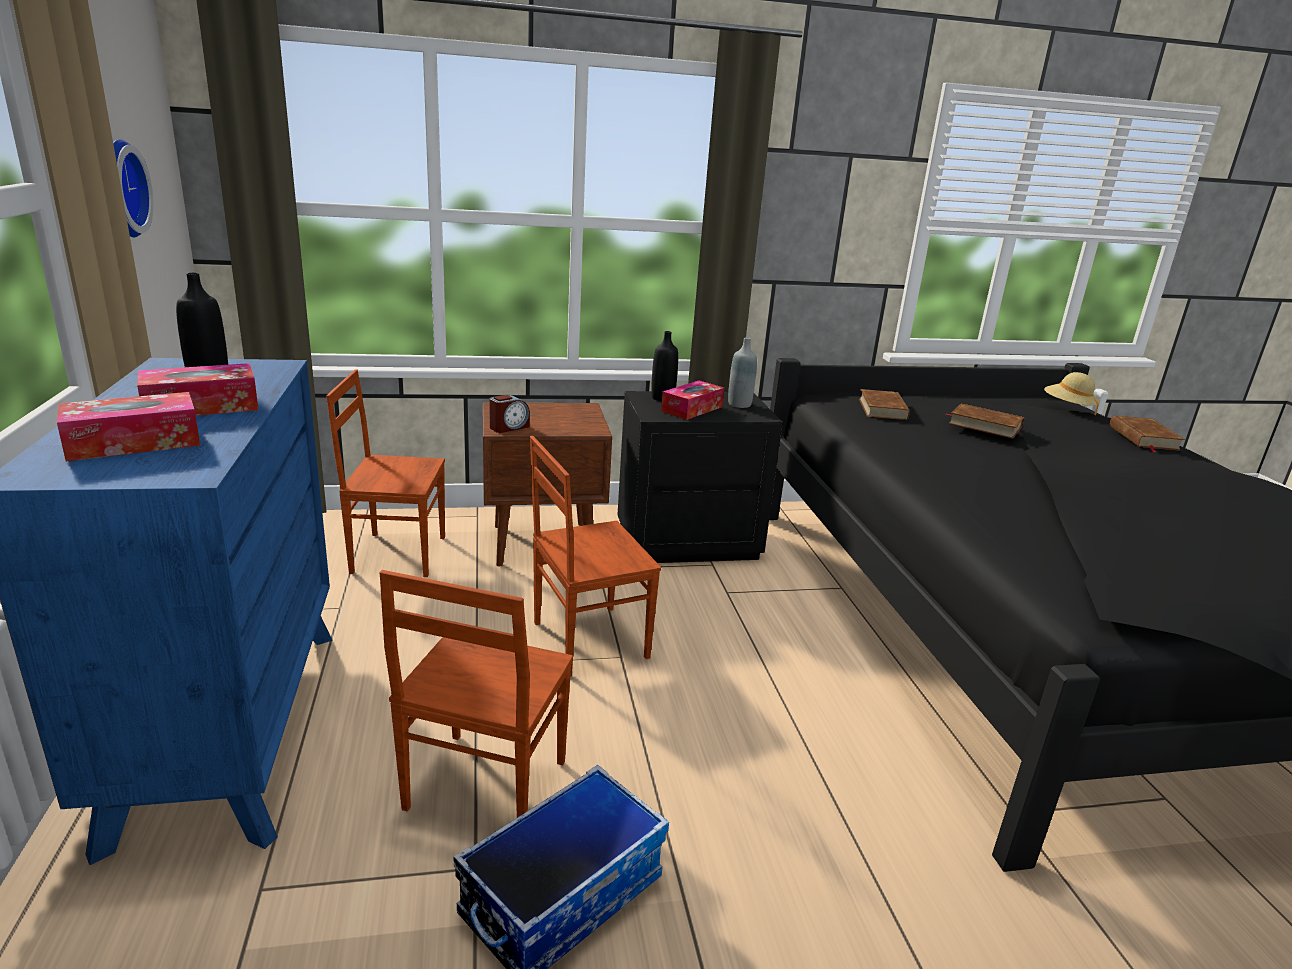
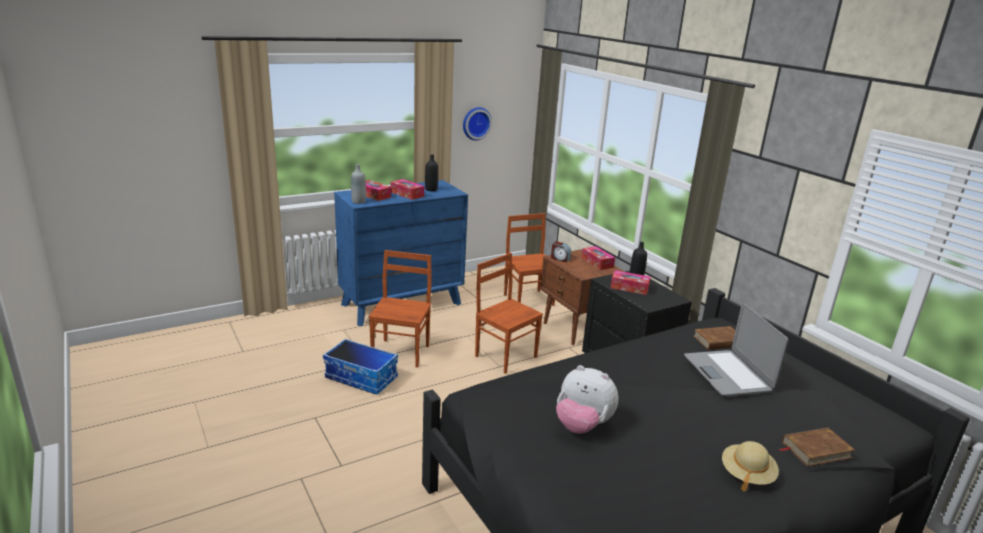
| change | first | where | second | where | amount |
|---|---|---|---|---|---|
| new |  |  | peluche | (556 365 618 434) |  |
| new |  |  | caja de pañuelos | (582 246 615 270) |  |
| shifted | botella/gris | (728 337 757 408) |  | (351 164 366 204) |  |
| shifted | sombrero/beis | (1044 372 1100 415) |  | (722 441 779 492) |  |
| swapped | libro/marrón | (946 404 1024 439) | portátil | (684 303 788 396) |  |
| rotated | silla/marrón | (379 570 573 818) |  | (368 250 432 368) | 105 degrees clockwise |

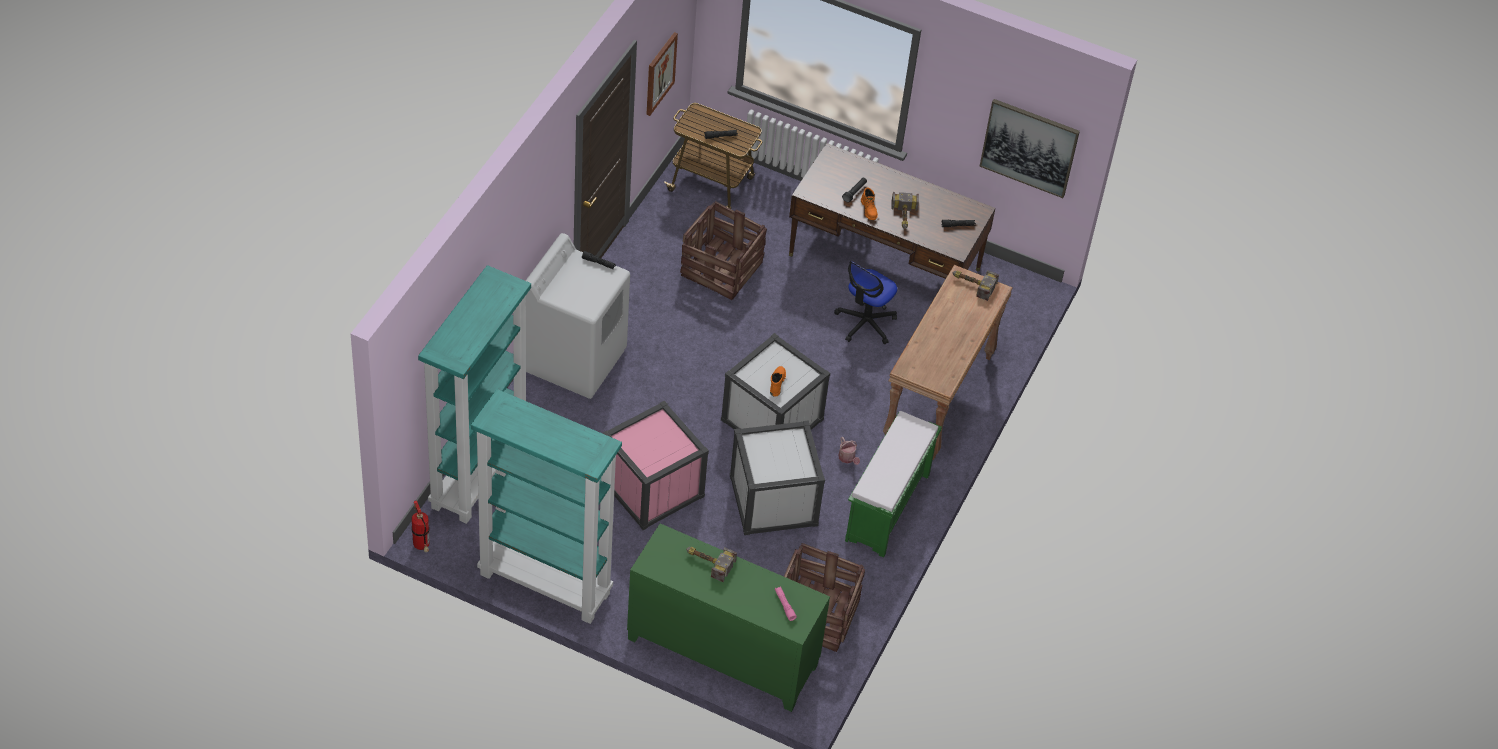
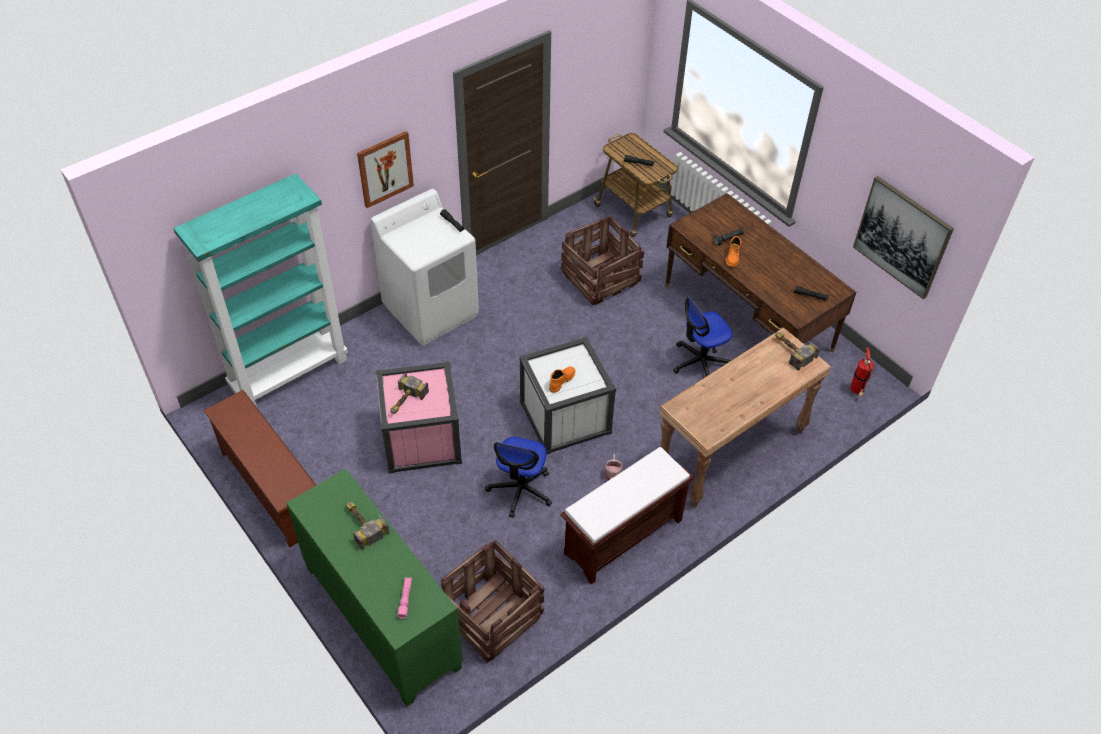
| change | first | where | second | where | amount |
|---|---|---|---|---|---|
| shifted | extintor | (411 501 430 552) |  | (850 347 874 397) |  |
| shifted | cuadro | (646 32 678 116) |  | (357 131 414 208) |  |
| shifted | martillo | (891 192 919 229) |  | (390 373 429 414) |  |
| swapped | estantería/turquesa | (471 389 622 624) | zapatero/marrón | (203 390 316 548) |  |
| swapped | caja de almacenaje/blanco | (730 420 825 535) | silla de oficina | (485 437 552 518) |  |
| repainted | banco/verde | (845 411 942 558) | banco/marrón | (560 447 694 584) |  |

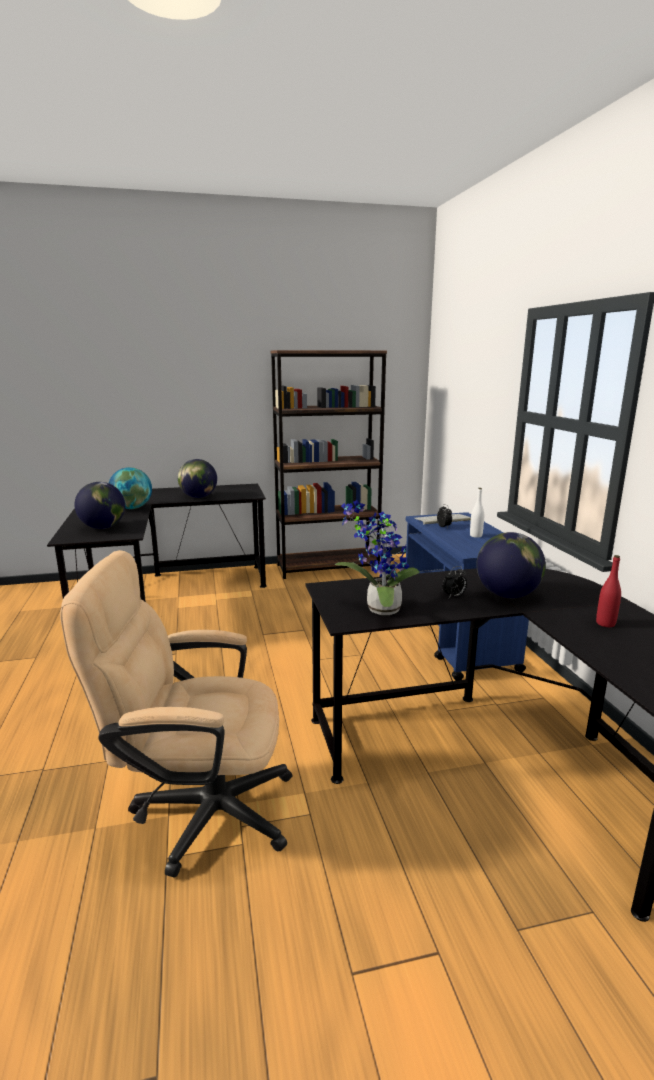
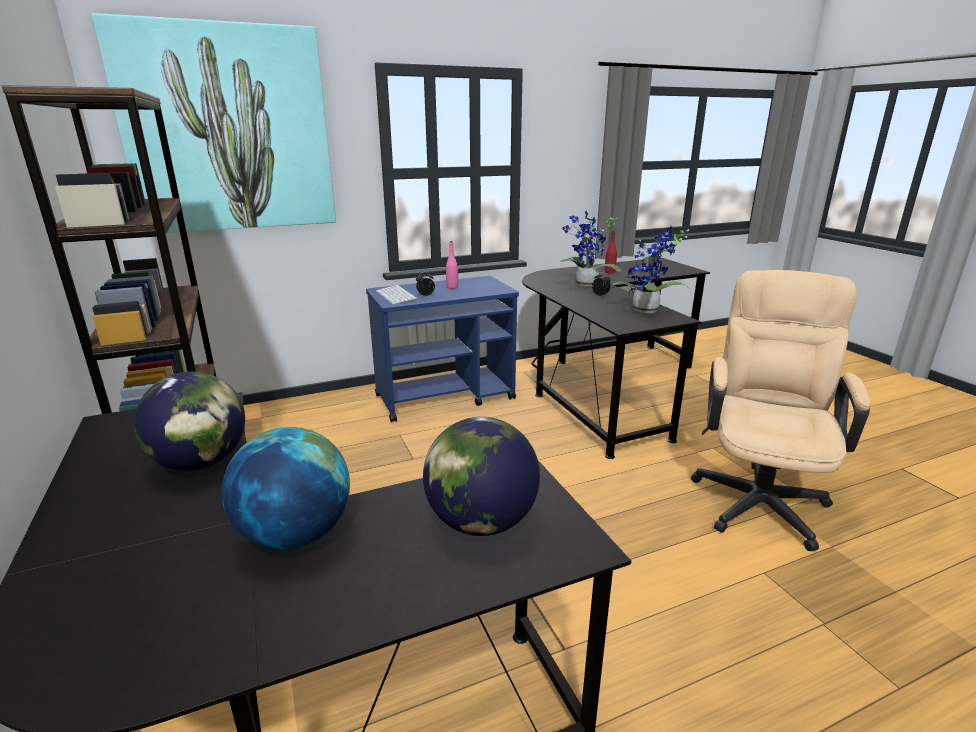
| change | first | where | second | where | amount |
|---|---|---|---|---|---|
| new |  |  | cuadro | (91 13 336 233) |  |
| swapped | globo terráqueo | (476 532 546 598) | planta en maceta | (560 211 622 287) |  |
| repainted | botella/blanco | (470 488 484 538) | botella/rosa | (446 241 458 289) |  |
| rotated | silla de oficina/beis | (60 550 292 878) |  | (691 270 870 551) | 150 degrees counterclockwise |

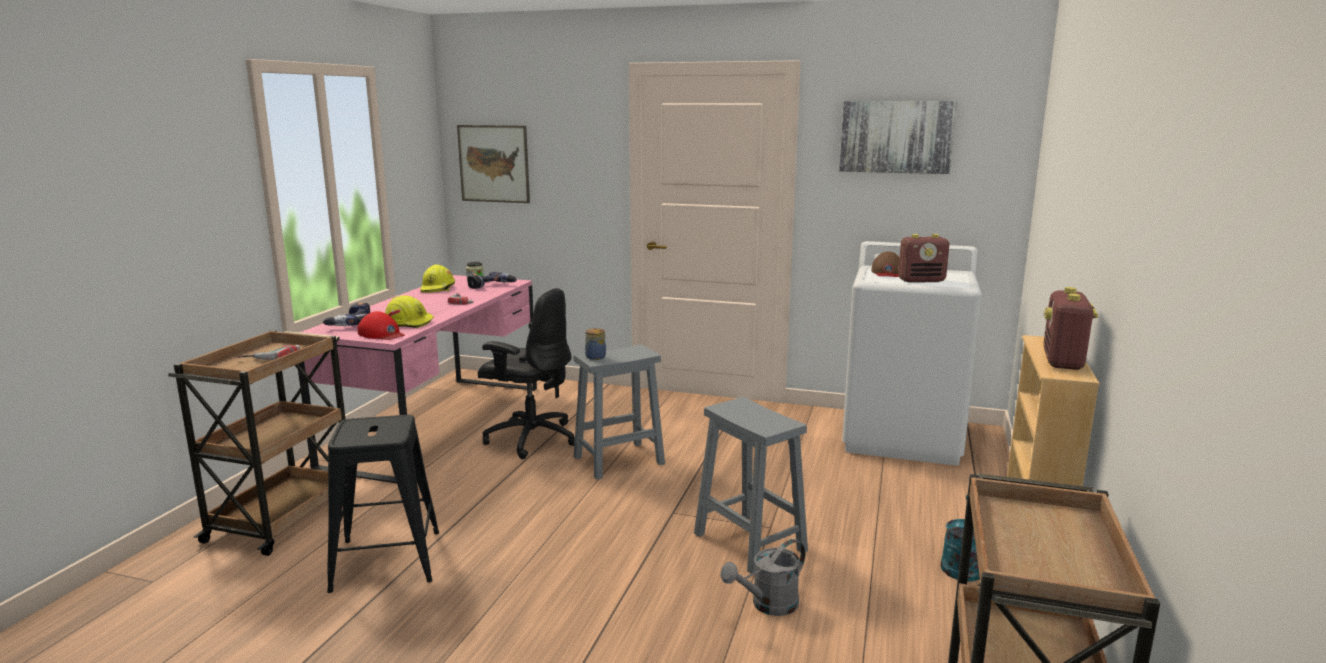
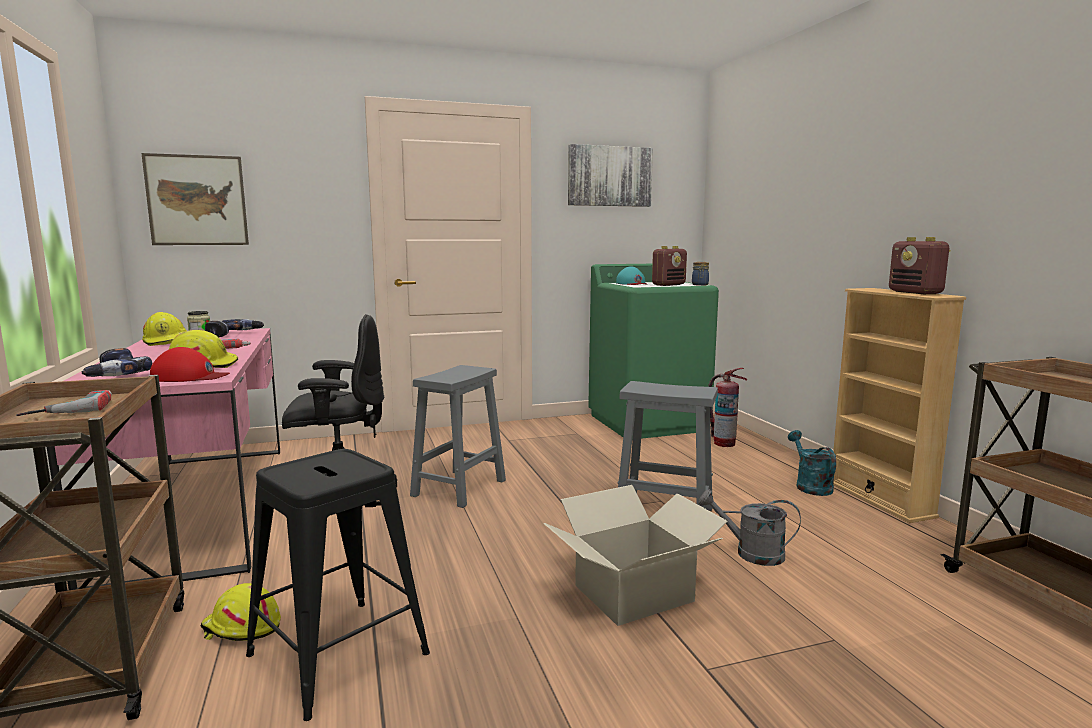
| change | first | where | second | where | amount |
|---|---|---|---|---|---|
| new |  |  | casco/amarillo | (201 583 281 641) |  |
| new |  |  | caja de cartón | (543 485 728 626) |  |
| new |  |  | extintor | (708 368 747 447) |  |
| shifted | tarro | (585 328 606 360) |  | (692 262 709 286) |  |
| repainted | lavadora/blanco | (842 241 982 466) | lavadora/verde | (588 264 719 439) |  |
| repainted | gorra/marrón | (871 251 900 277) | gorra/turquesa | (616 266 648 285) |  |
| rotated | regadera/gris | (721 539 805 616) |  | (698 489 801 566) | 90 degrees clockwise |

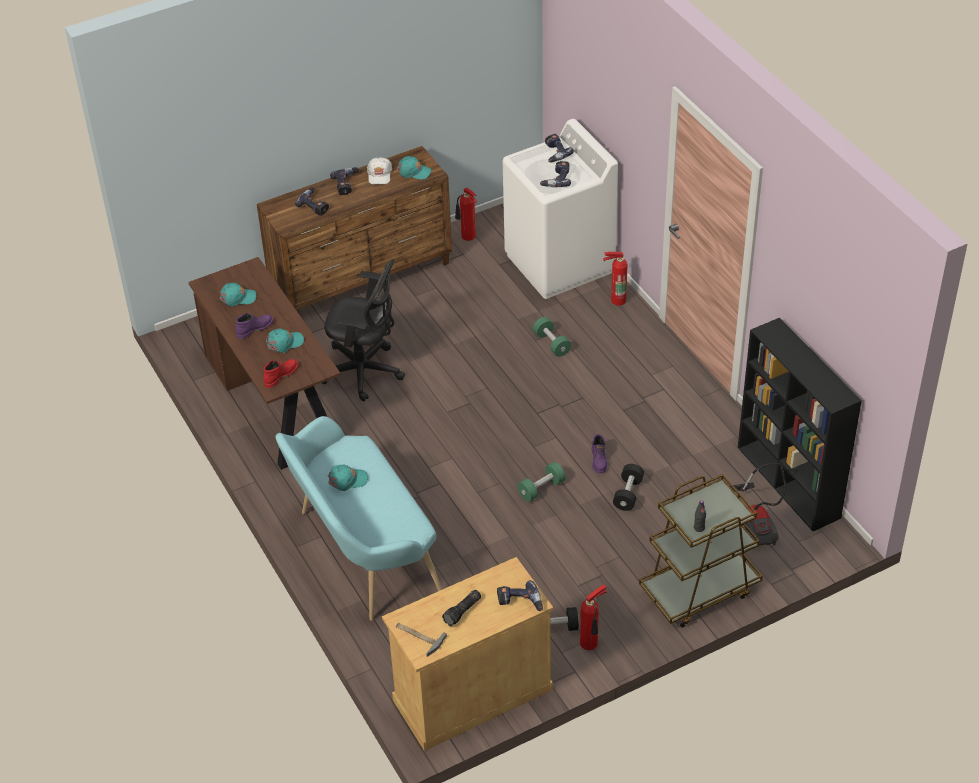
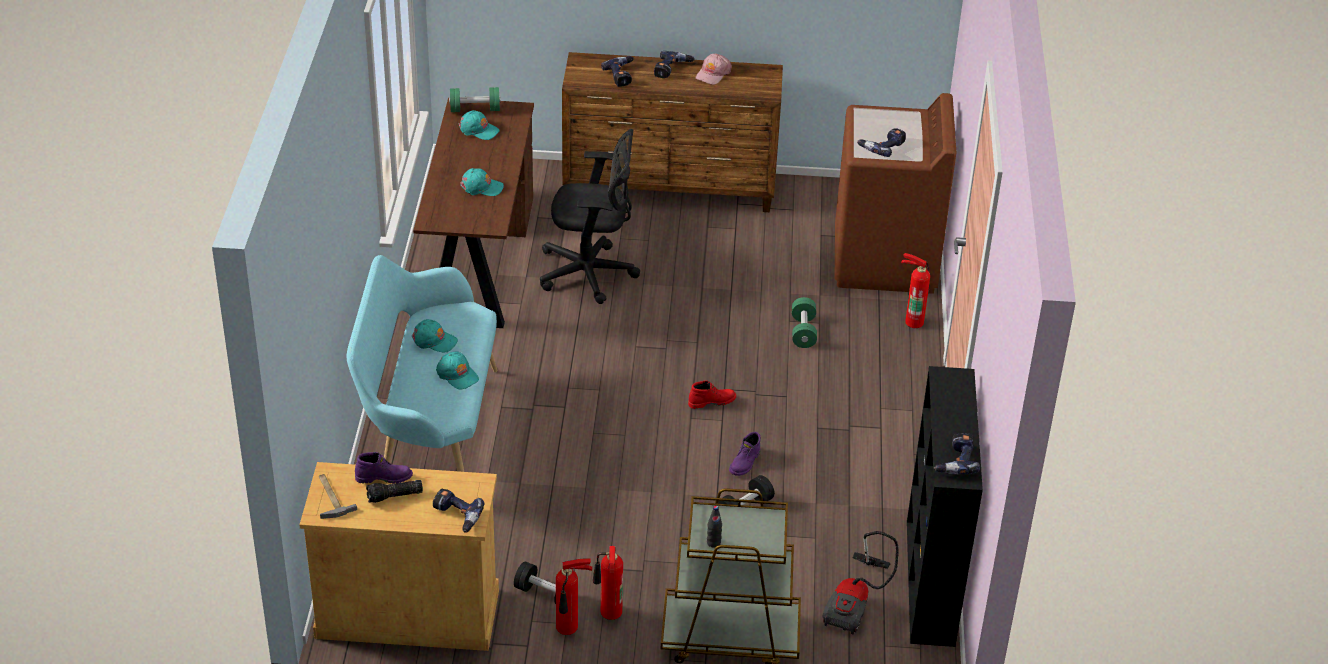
| change | first | where | second | where | amount |
|---|---|---|---|---|---|
| shifted | bota/morado | (235 313 273 339) |  | (355 452 413 484) |  |
| shifted | bota/rojo | (263 359 298 388) |  | (688 380 736 409) |  |
| shifted | gorra/turquesa | (397 156 431 179) |  | (436 352 479 390) |  |
| shifted | extintor | (455 188 477 241) |  | (593 546 623 620) |  |
| shifted | mancuerna/verde | (518 462 566 502) |  | (449 87 501 112) |  |
| shifted | taladro | (545 134 574 163) |  | (934 433 980 474) |  |
| repainted | gorra/blanco | (367 157 392 184) | gorra/rosa | (696 53 732 85) |  |
| repainted | lavadora/blanco | (503 119 618 299) | lavadora/marrón | (835 93 957 294) |  |
| rotated | silla de oficina/negro | (322 259 405 402) |  | (540 129 640 304) | 45 degrees counterclockwise |

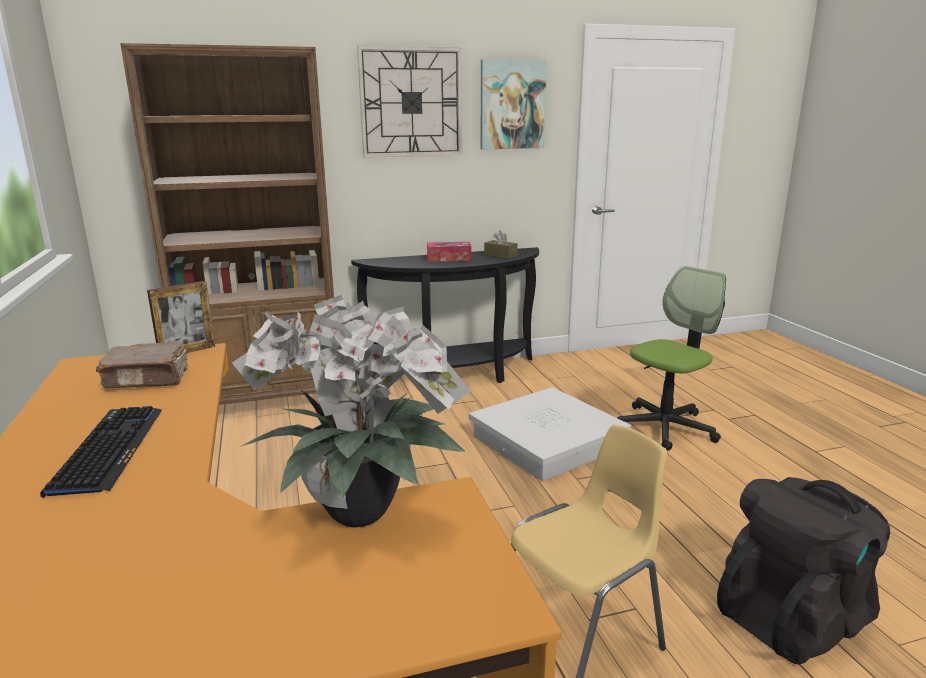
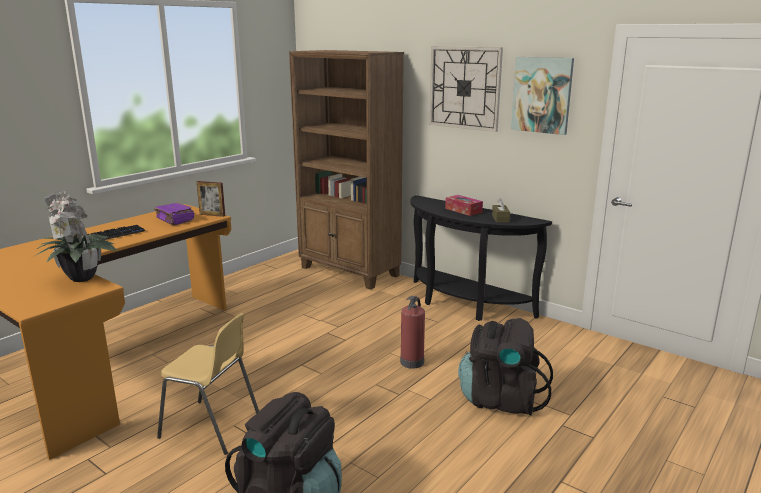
| change | first | where | second | where | amount |
|---|---|---|---|---|---|
| swapped | caja de almacenaje/blanco | (469 387 631 481) | extintor | (400 296 425 369) |  |
| swapped | silla de oficina | (617 266 726 451) | mochila/negro | (458 318 553 416) |  |
| repainted | libro/marrón | (96 341 189 388) | libro/morado | (154 203 195 225) |  |

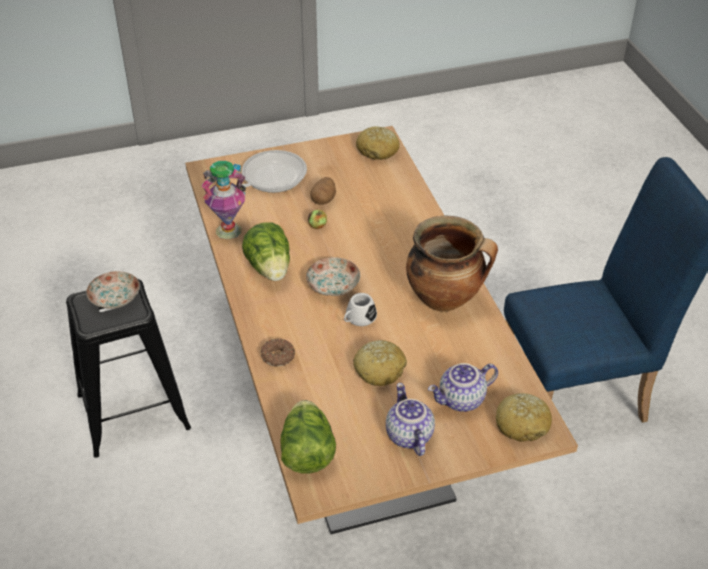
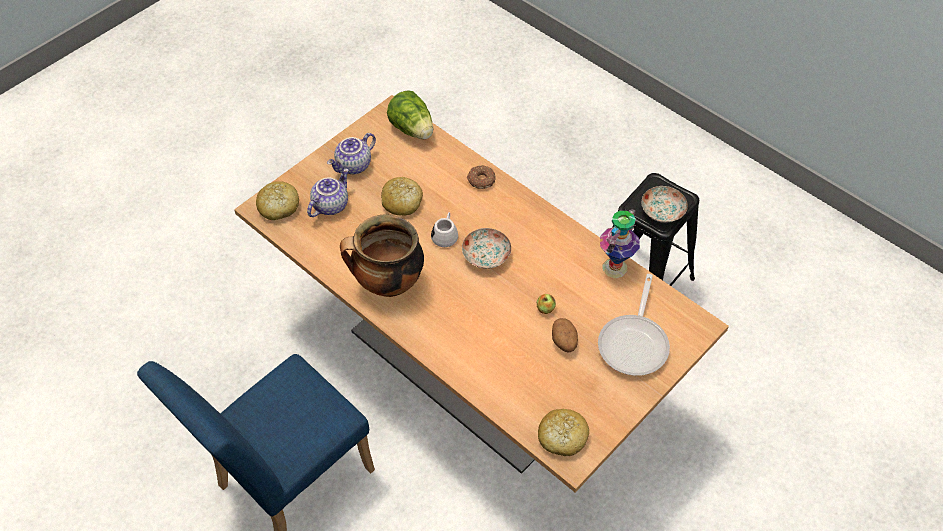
| change | first | where | second | where | amount |
|---|---|---|---|---|---|
| gone | lechuga | (242 222 290 281) |  |  |  |
| rotated | tetera | (386 383 435 456) |  | (327 133 376 174) | 90 degrees clockwise |

